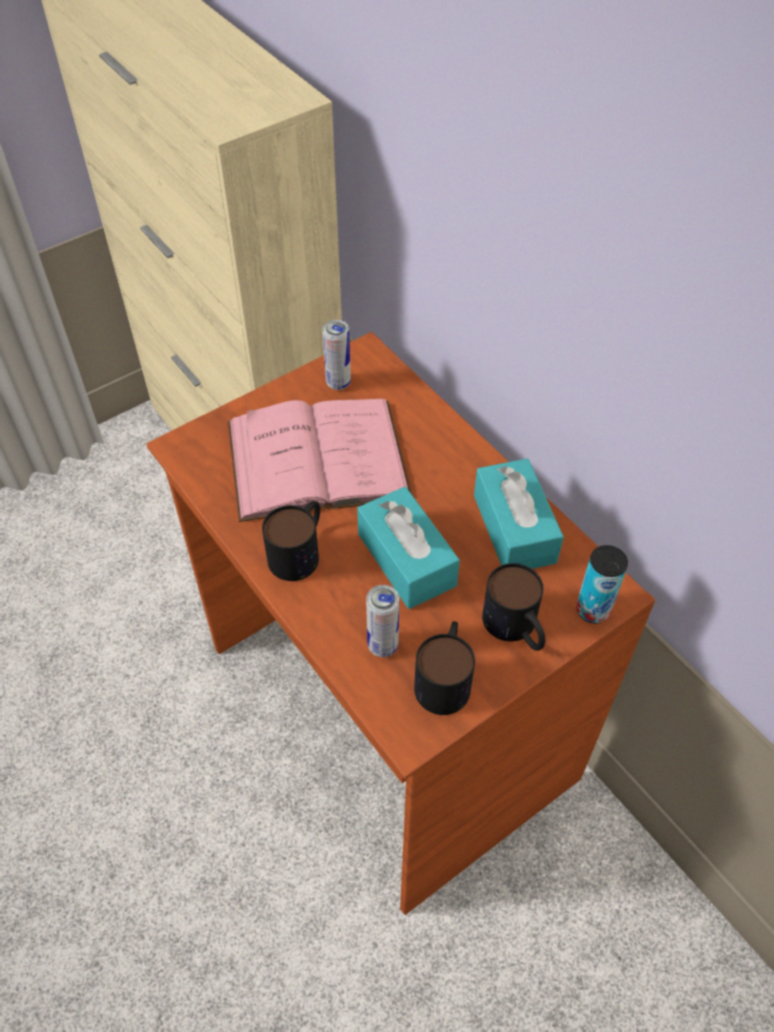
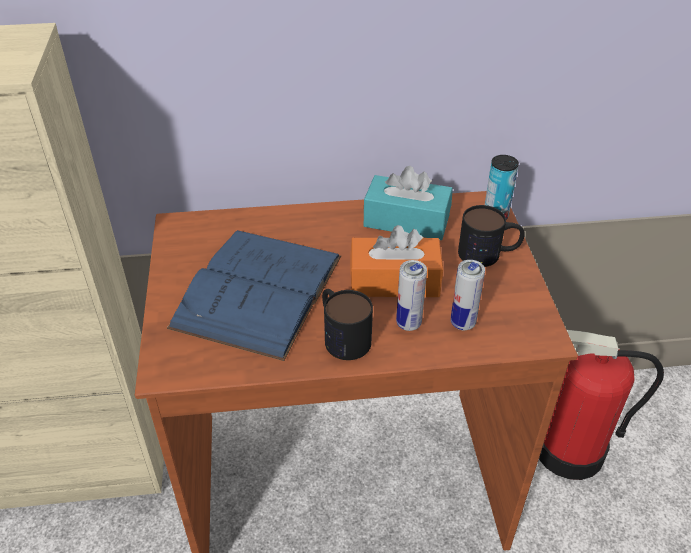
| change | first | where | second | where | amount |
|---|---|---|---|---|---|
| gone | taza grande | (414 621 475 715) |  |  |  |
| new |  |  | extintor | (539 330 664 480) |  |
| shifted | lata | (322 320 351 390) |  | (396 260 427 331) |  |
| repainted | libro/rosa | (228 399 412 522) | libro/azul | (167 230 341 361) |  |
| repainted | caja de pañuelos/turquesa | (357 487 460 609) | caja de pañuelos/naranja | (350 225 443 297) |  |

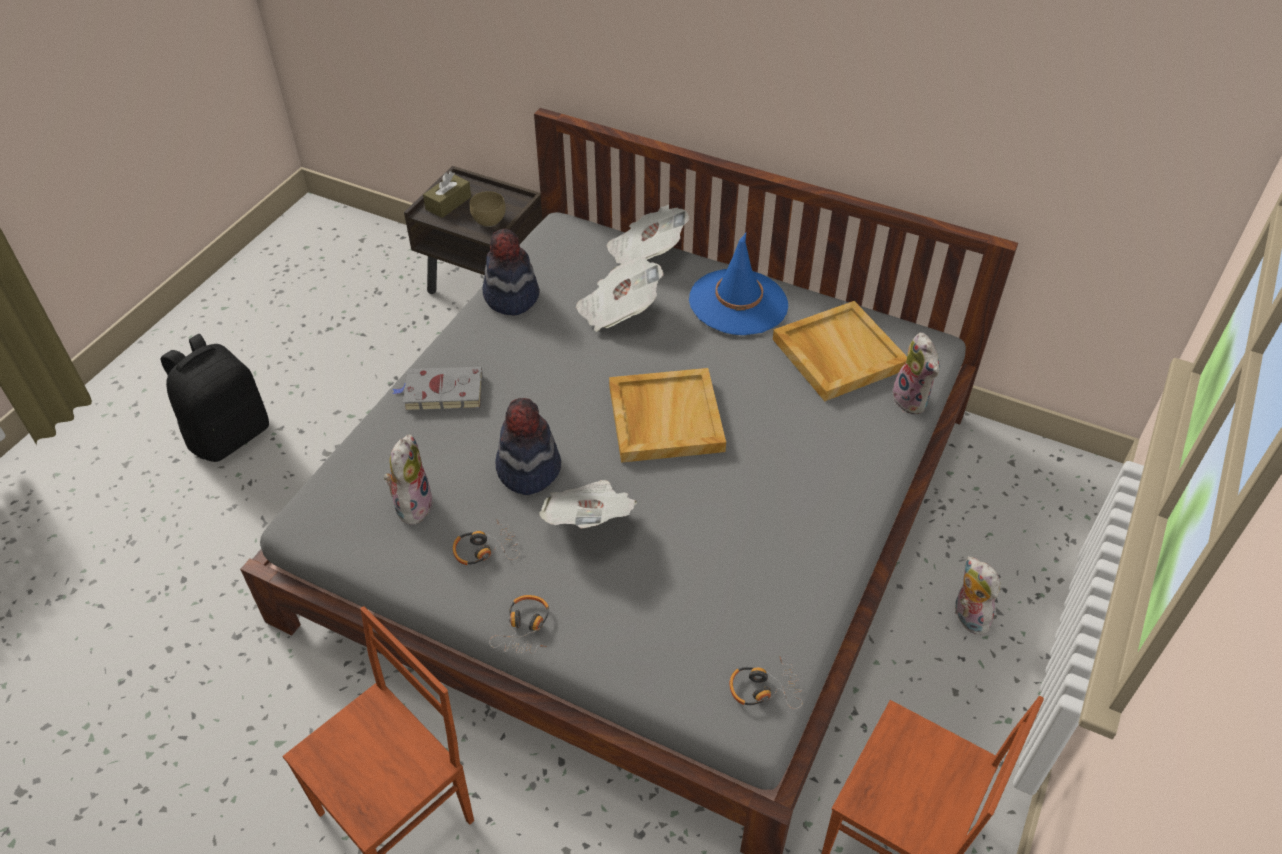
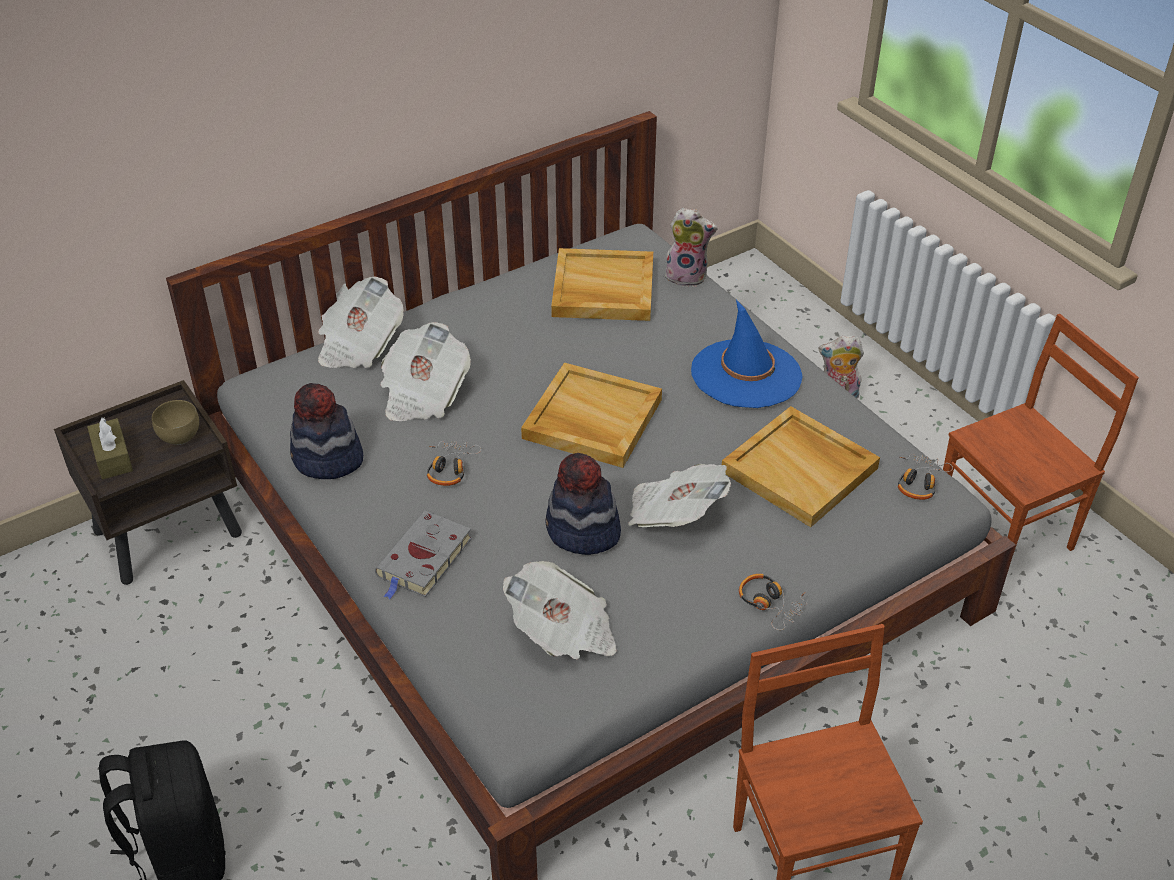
| change | first | where | second | where | amount |
|---|---|---|---|---|---|
| new |  |  | bandeja/beis | (722 406 880 527) |  |
| shifted | auriculares | (453 519 520 565) |  | (427 441 481 486) |  |
| shifted | sombrero/azul | (689 233 788 335) |  | (691 300 803 408) |  |
| swapped | peluche | (384 434 433 525) | periódico | (503 561 617 660) |  |

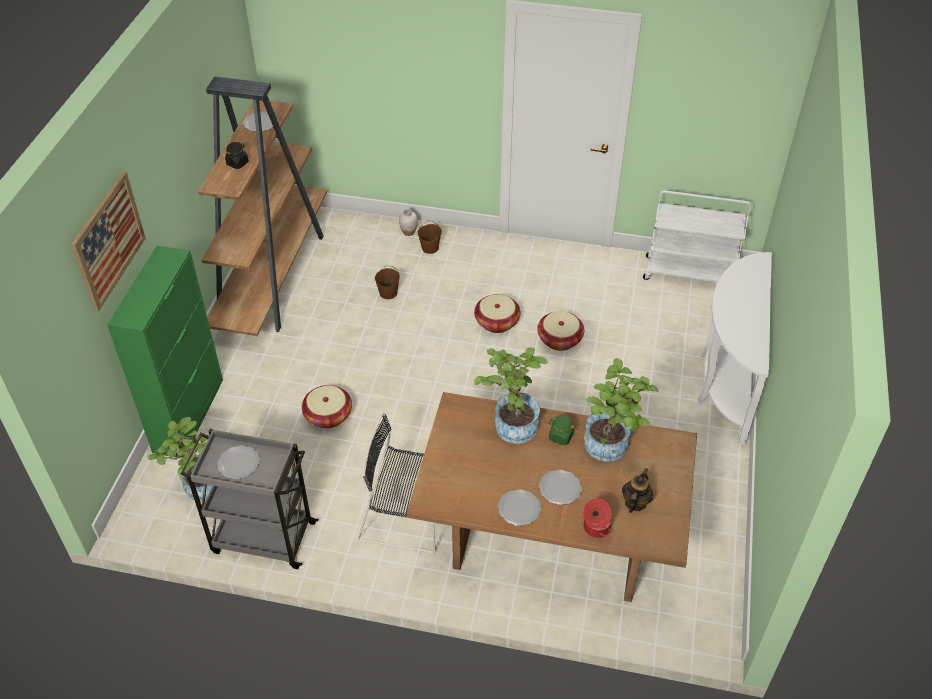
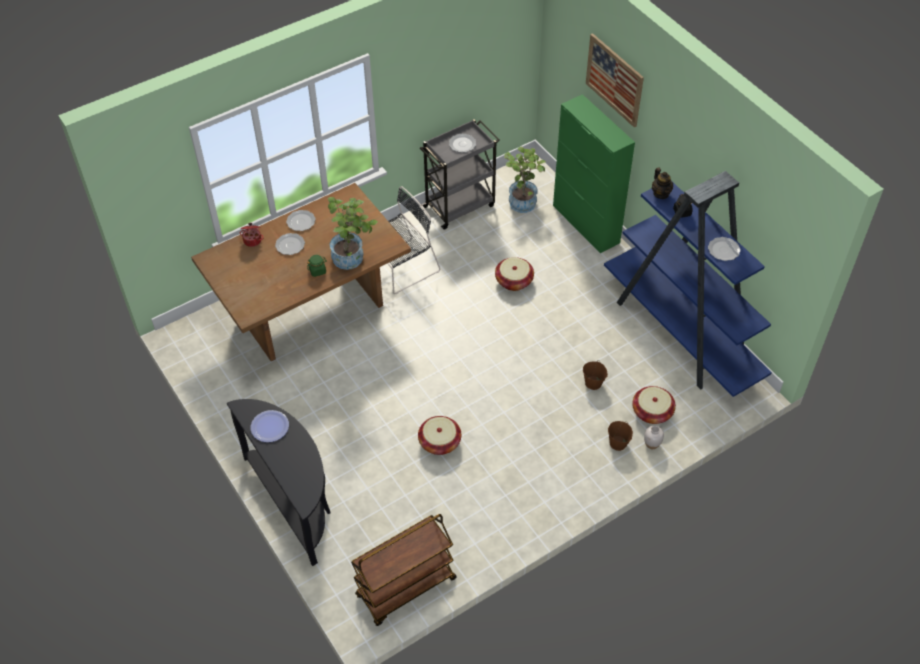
| change | first | where | second | where | amount |
|---|---|---|---|---|---|
| gone | planta en maceta | (584 358 658 462) |  |  |  |
| new |  |  | plato | (251 410 289 442) |  |
| shifted | cesta | (474 294 520 333) |  | (632 386 676 424) |  |
| shifted | tetera | (622 468 654 513) |  | (652 168 673 199) |  |
| repainted | estantería/marrón | (197 76 327 336) | estantería/azul | (604 171 772 397) |  |
| repainted | carrito/blanco | (643 190 751 282) | carrito/marrón | (351 514 457 626) |  |
| repainted | mesa consola/blanco | (698 252 772 445) | mesa consola/negro | (227 399 331 566) |  |

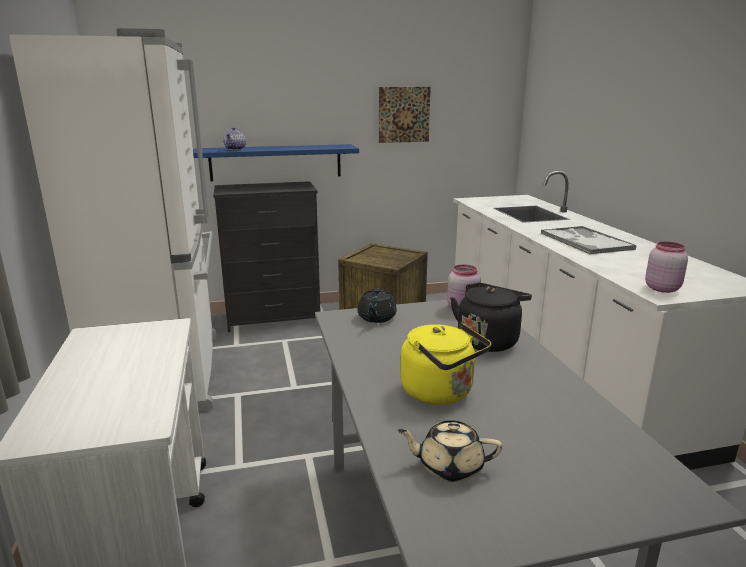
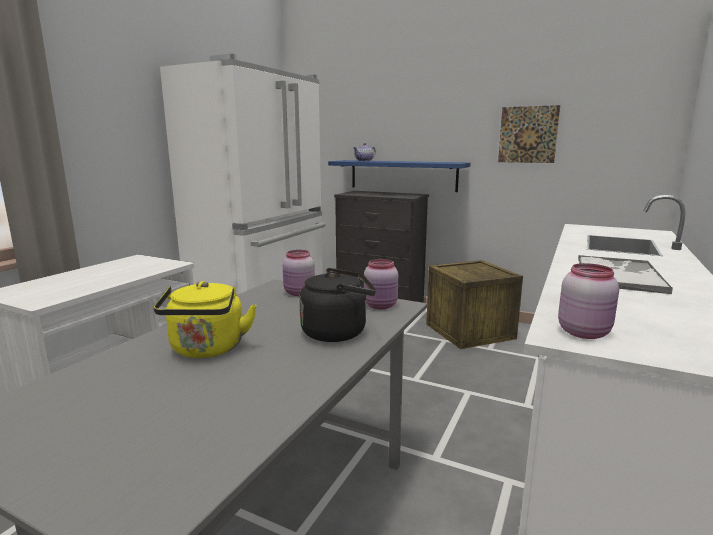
| change | first | where | second | where | amount |
|---|---|---|---|---|---|
| gone | tetera/beis | (398 420 502 482) |  |  |  |
| swapped | tetera/negro | (357 288 397 323) | tarro/rosa | (283 250 315 296) |  |

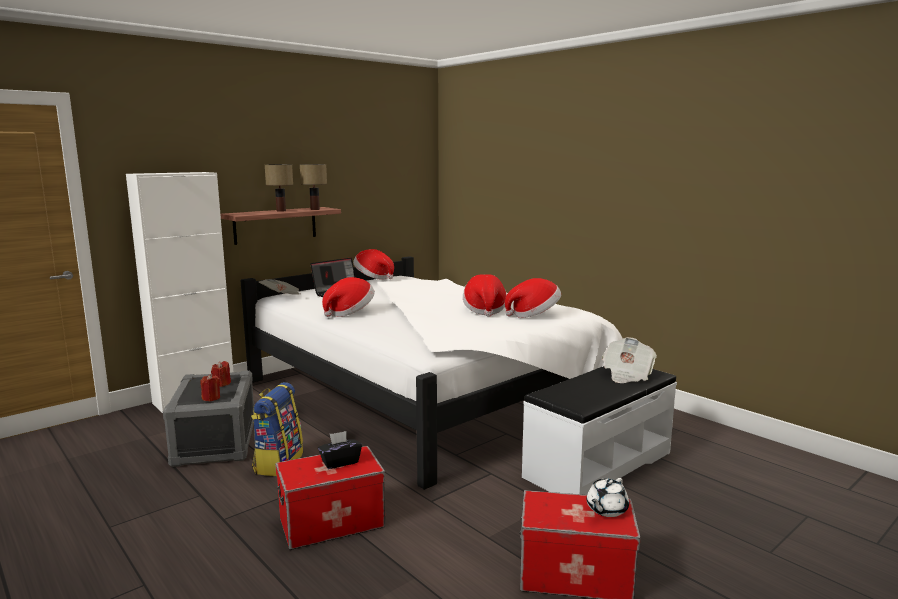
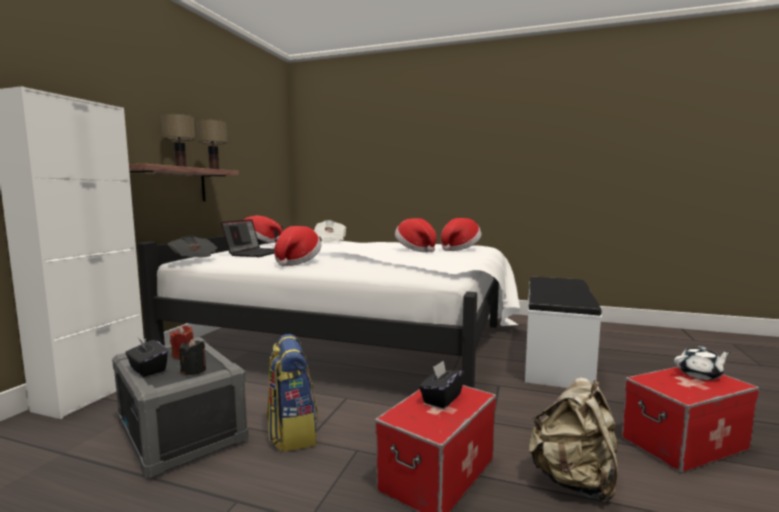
| change | first | where | second | where | amount |
|---|---|---|---|---|---|
| new |  |  | caja de pañuelos/negro | (125 338 168 377) |  |
| new |  |  | mochila/beis | (528 377 618 503) |  |
| shifted | periódico | (602 337 657 383) |  | (314 220 346 243) |  |
| repainted | vela/rojo | (200 374 220 401) | vela/negro | (179 339 206 375) |  |
| rotated | tetera/blanco | (587 478 629 517) |  | (674 346 731 380) | 105 degrees counterclockwise |

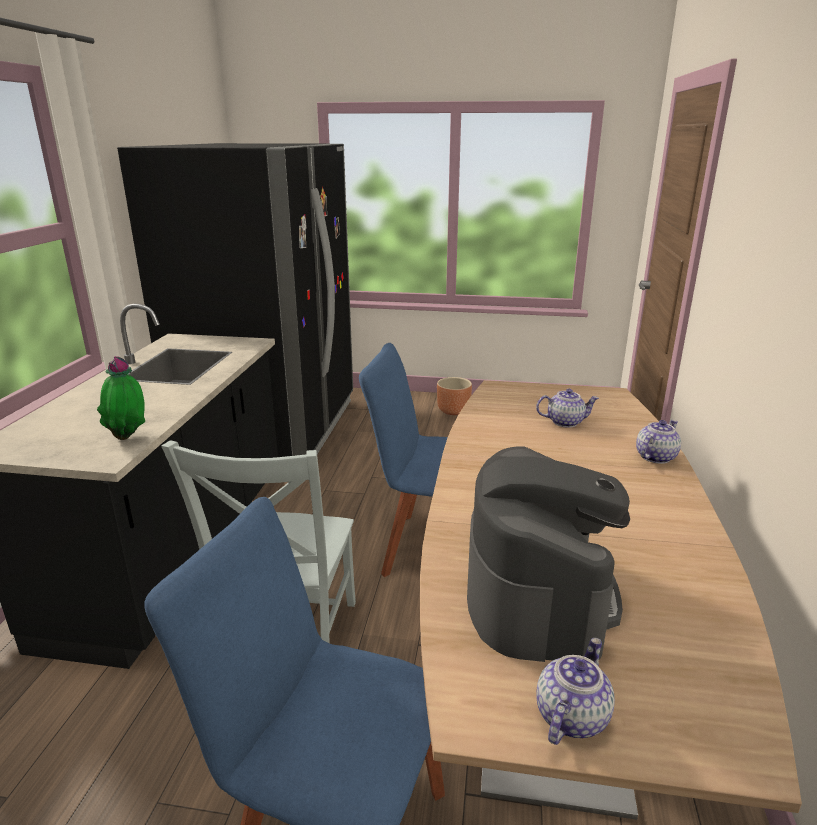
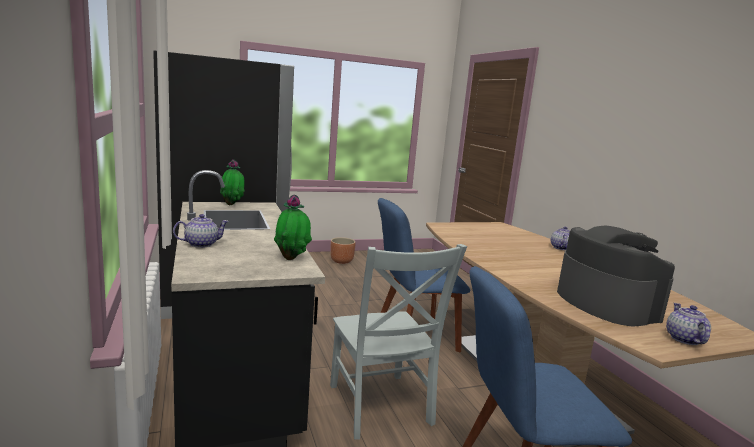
| change | first | where | second | where | amount |
|---|---|---|---|---|---|
| new |  |  | planta en maceta | (220 159 245 205) |  |
| shifted | tetera | (536 389 599 428) |  | (173 214 229 248) |  |

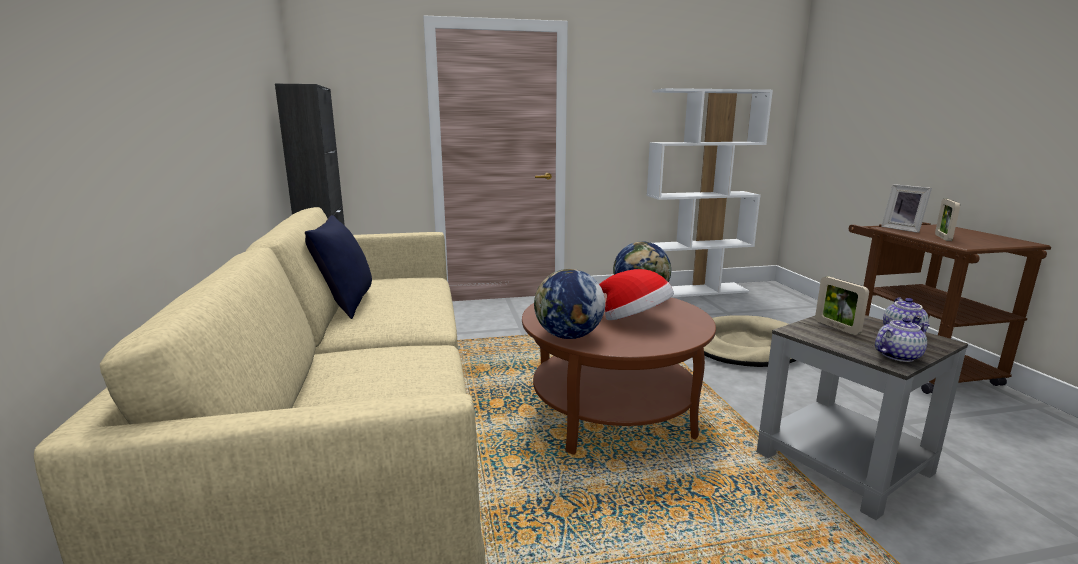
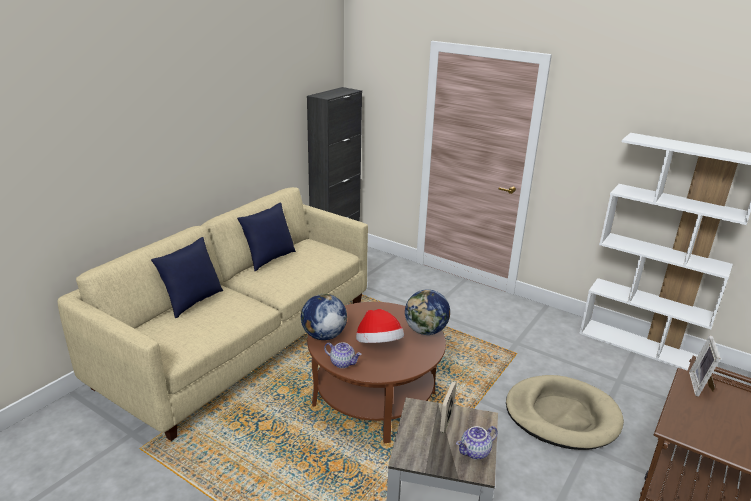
| change | first | where | second | where | amount |
|---|---|---|---|---|---|
| gone | portarretratos | (935 199 960 241) |  |  |  |
| new |  |  | cojín/azul | (151 237 223 318) |  |
| shifted | tetera | (875 317 930 362) |  | (324 342 362 368) |  |

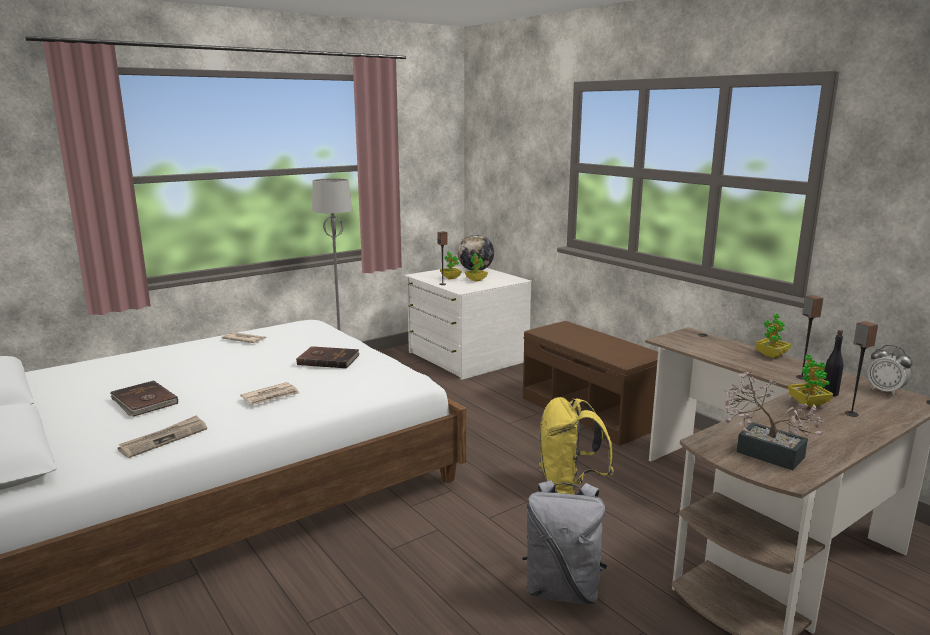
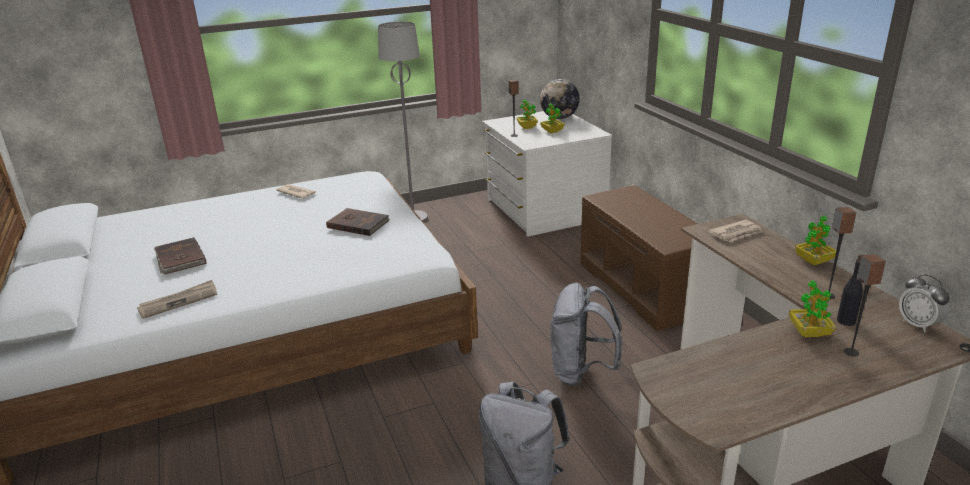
| change | first | where | second | where | amount |
|---|---|---|---|---|---|
| gone | planta en maceta | (724 369 823 470) |  |  |  |
| shifted | periódico | (240 382 300 405) |  | (708 220 763 242) |  |
| repainted | mochila/amarillo | (539 397 614 495) | mochila/gris | (551 283 622 386) |  |

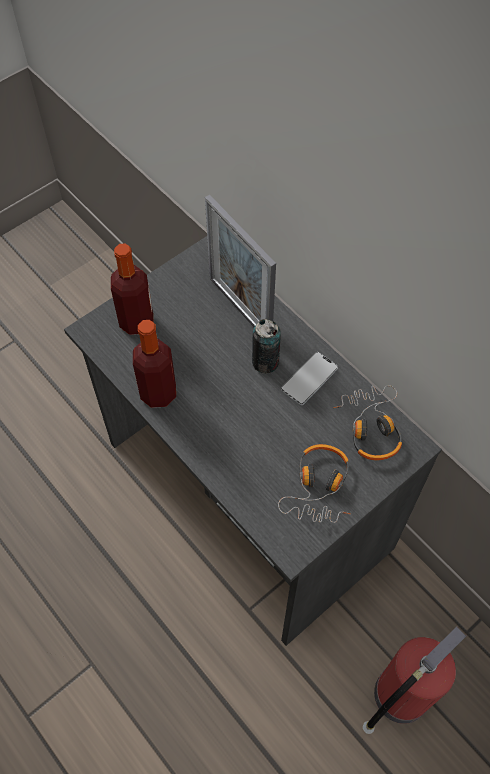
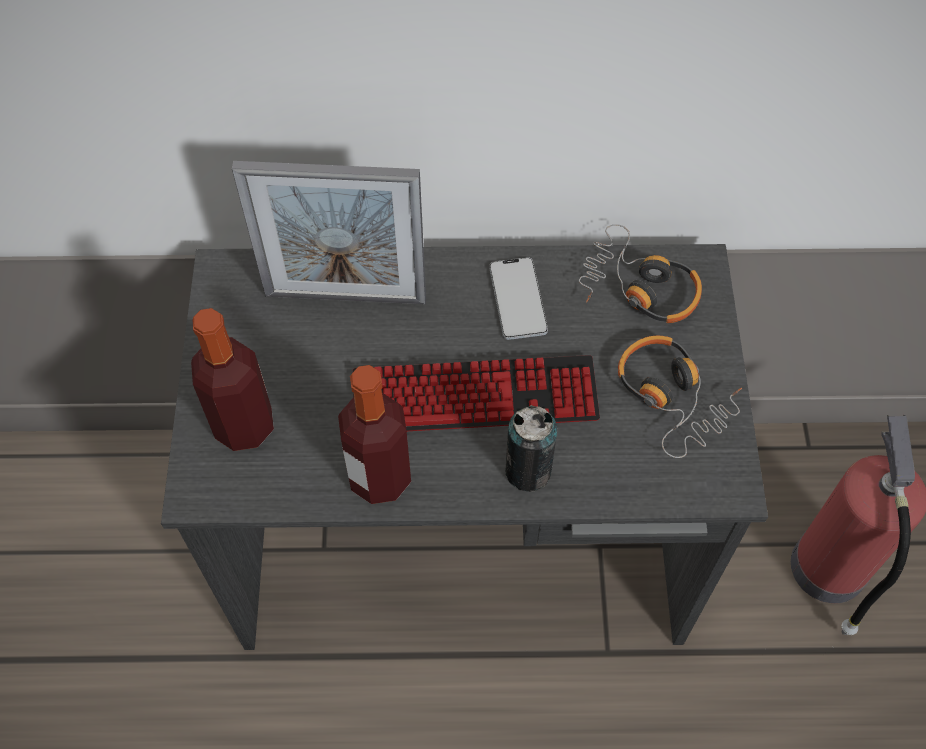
| change | first | where | second | where | amount |
|---|---|---|---|---|---|
| new |  |  | teclado | (353 355 600 431) |  |
| shifted | lata | (252 319 281 374) |  | (505 405 557 492) |  |

